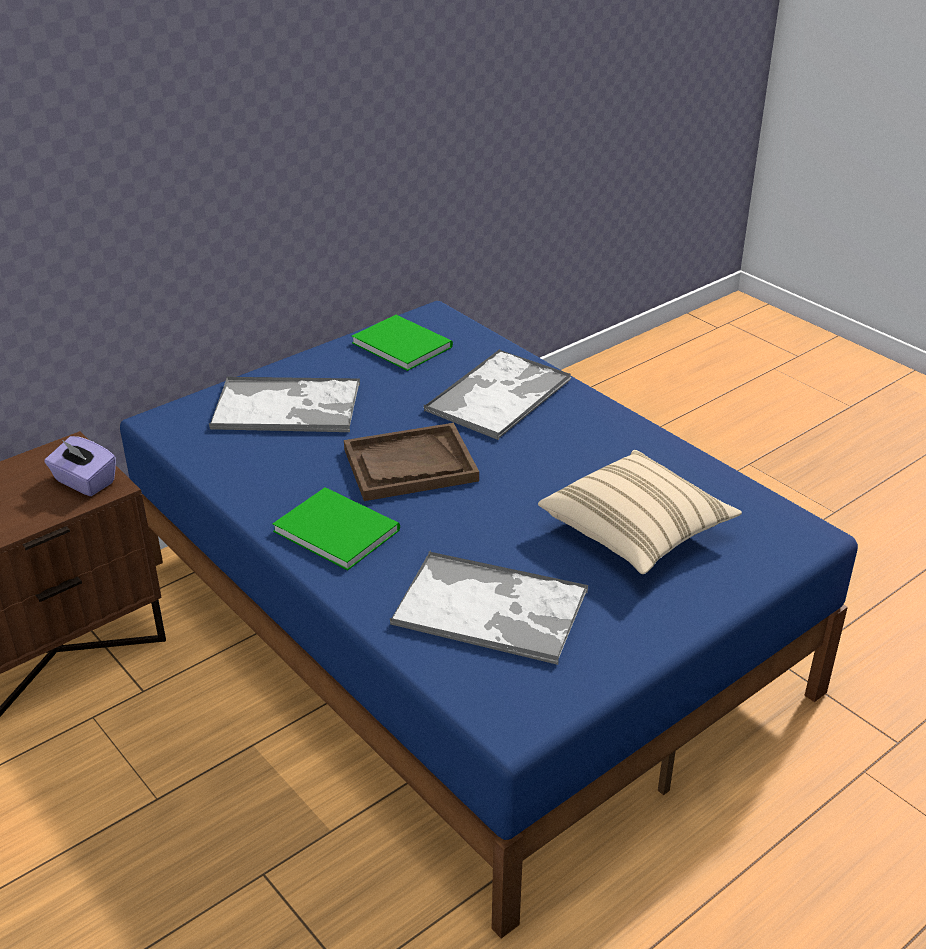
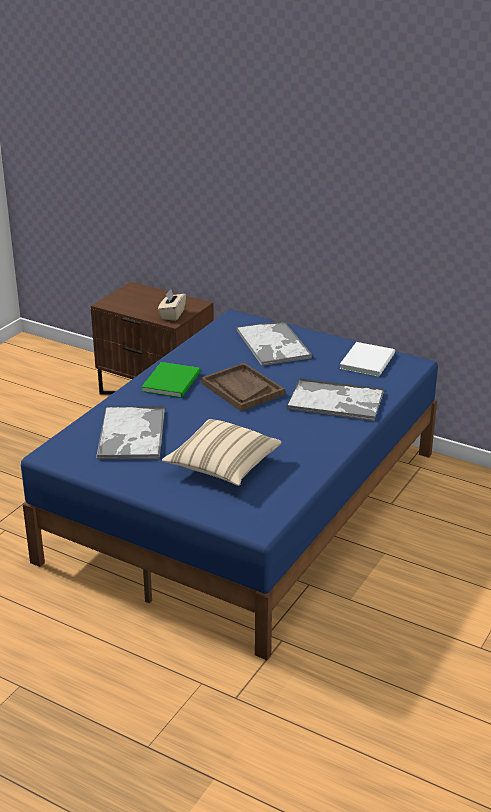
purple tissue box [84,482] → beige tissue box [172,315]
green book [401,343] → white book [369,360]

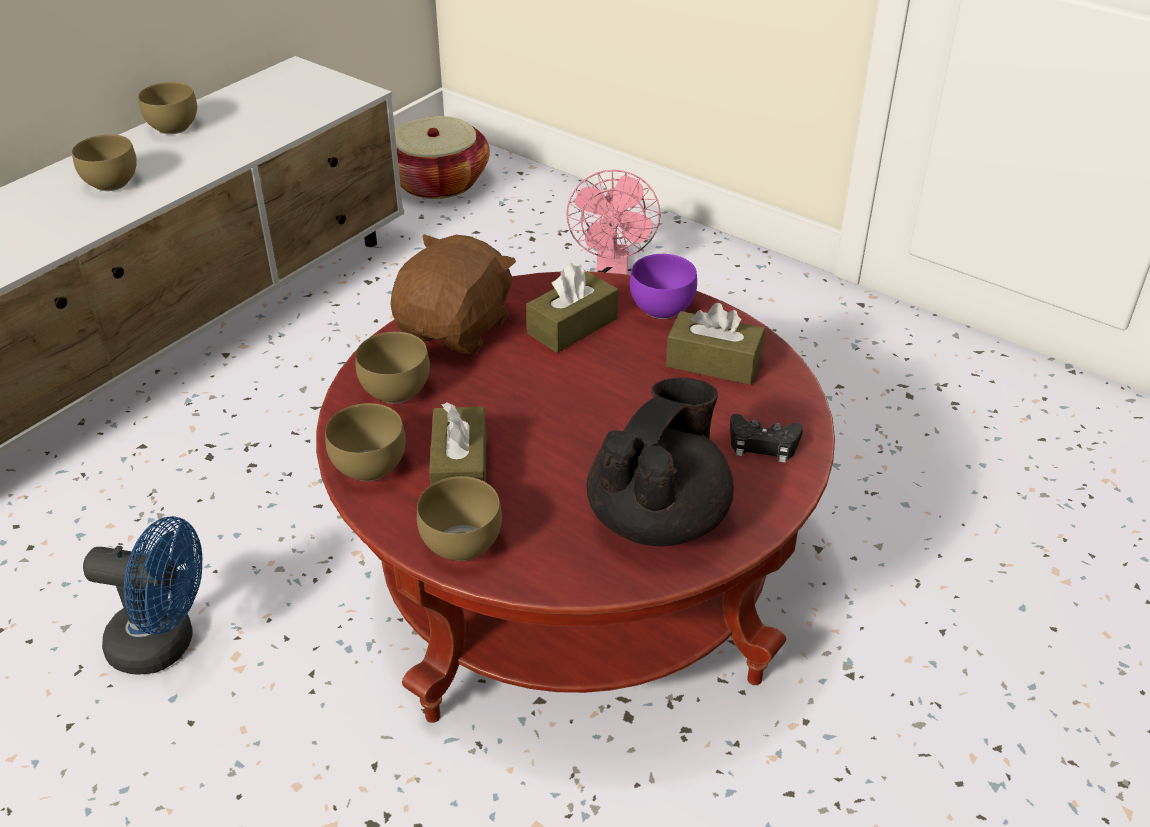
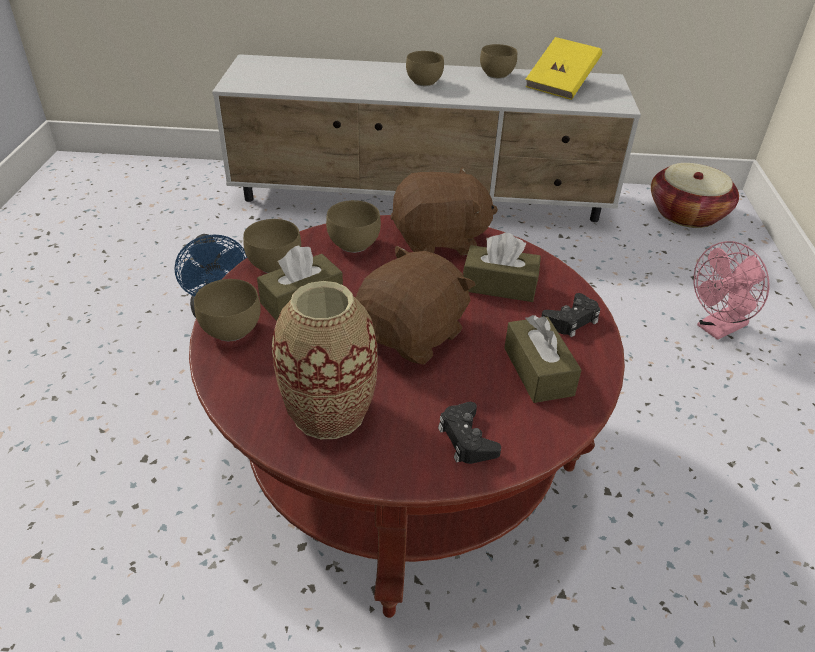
black teapot [659,517] → vase [329,412]
- → brown plush toy [412,335]
- → yellow book [560,85]
purple bowl [664,310] → black game controller [571,320]

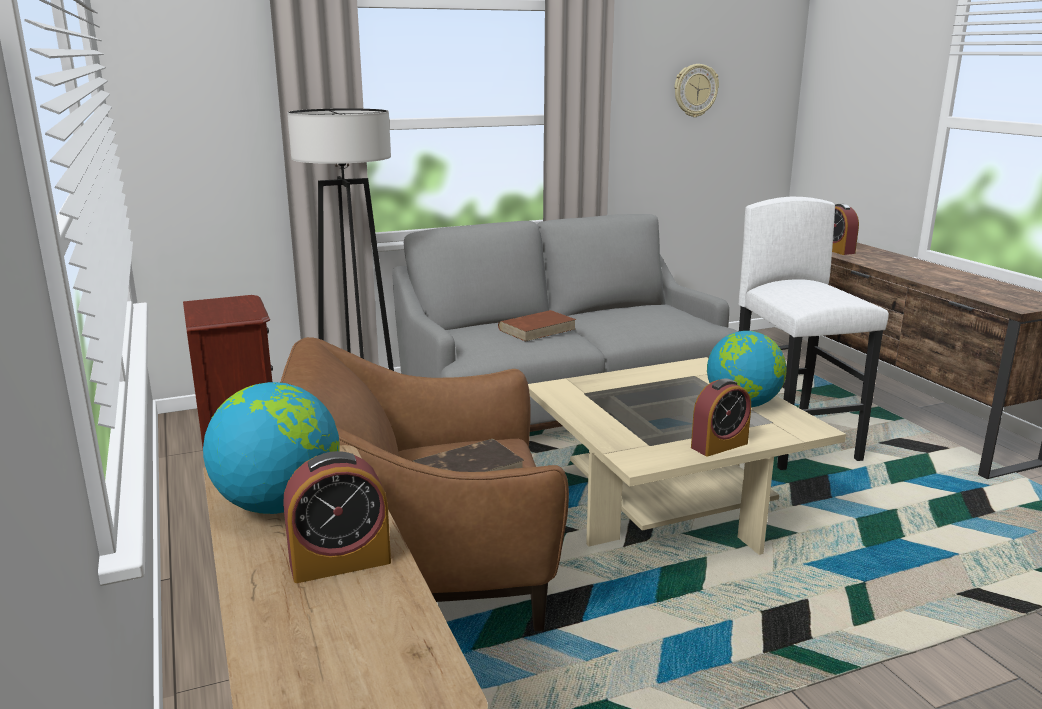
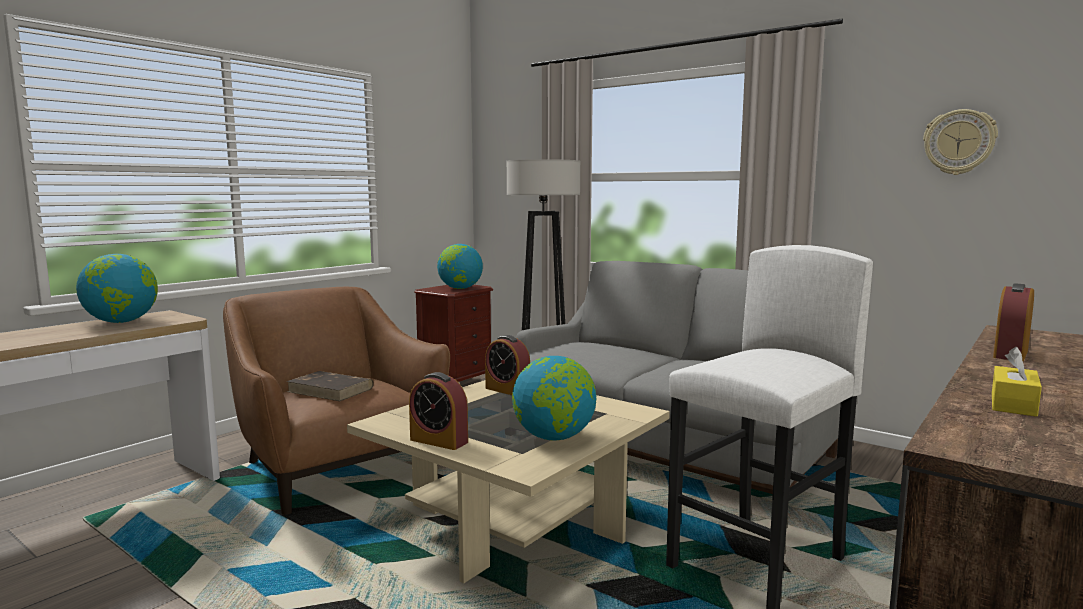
- → globe [460,288]
alarm clock [340,562] → alarm clock [507,390], shifted
- → yellow tissue box [1013,404]
brown book [537,329] → -

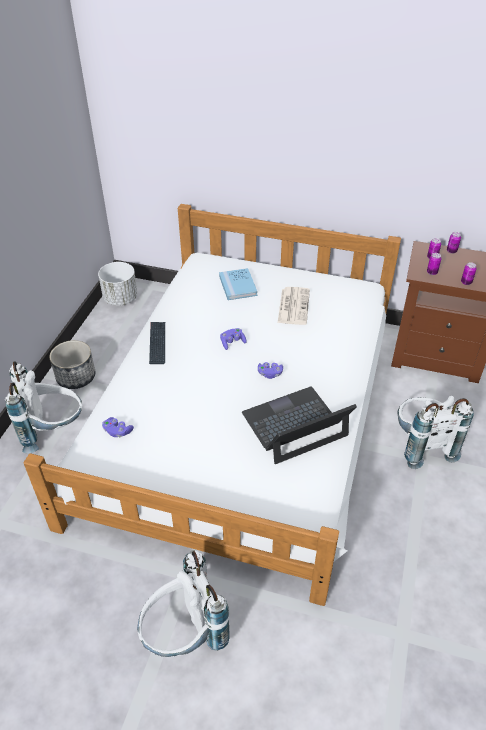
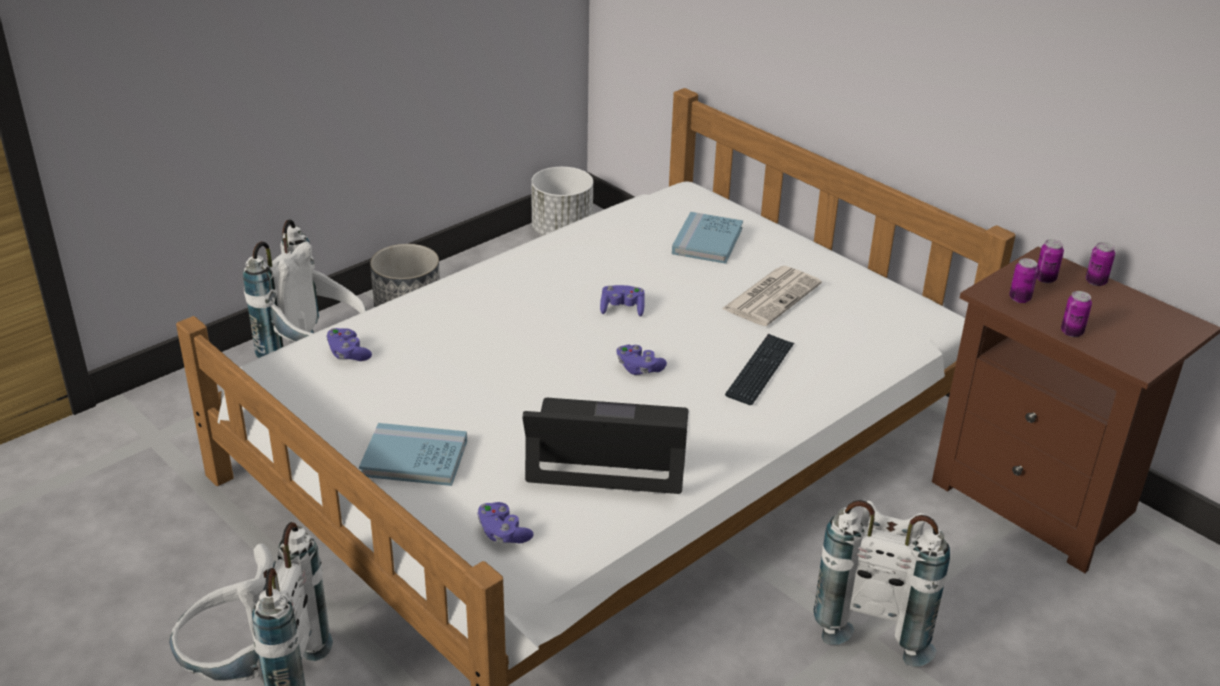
- → blue book [414,458]
- → purple game controller [503,533]
keyboard [157,343] → keyboard [760,370], shifted

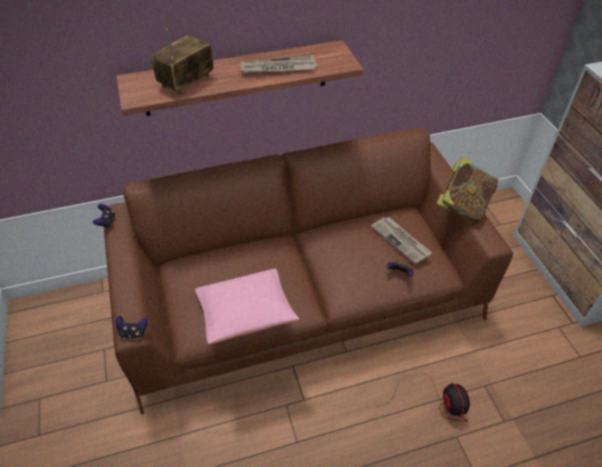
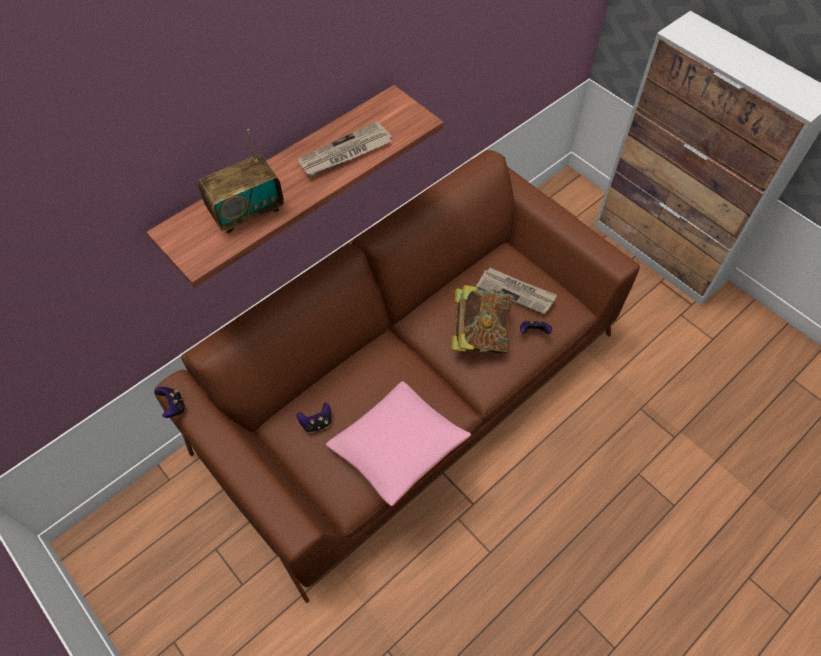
radio [186,82] → radio [247,212], 135 degrees counterclockwise
game controller [133,332] → game controller [316,423], shifted
book [463,206] → book [479,335], shifted
fan [435,401] → -

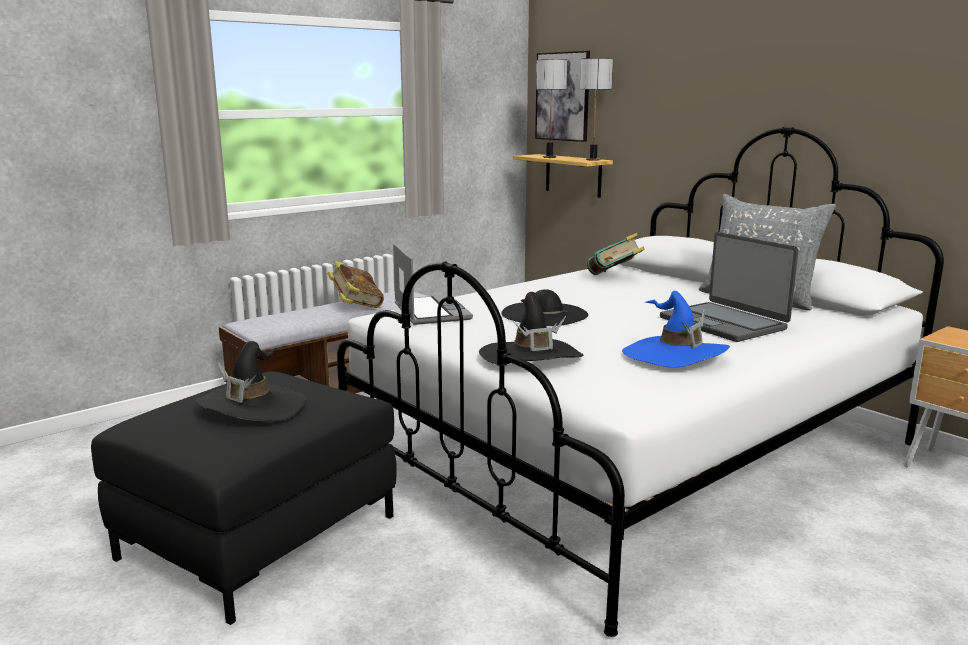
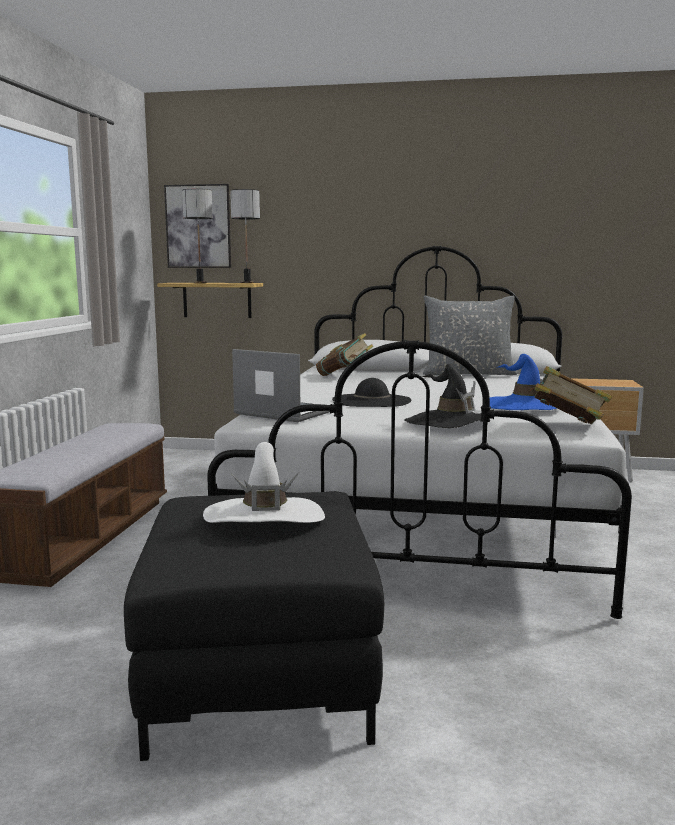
black hat [252,407] → white hat [264,518]
book [356,306] → book [566,426], shifted
laptop [723,323] → -

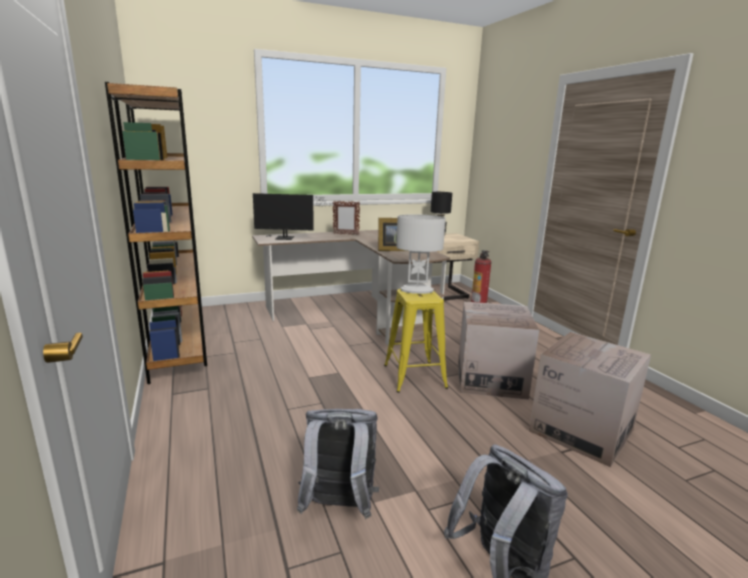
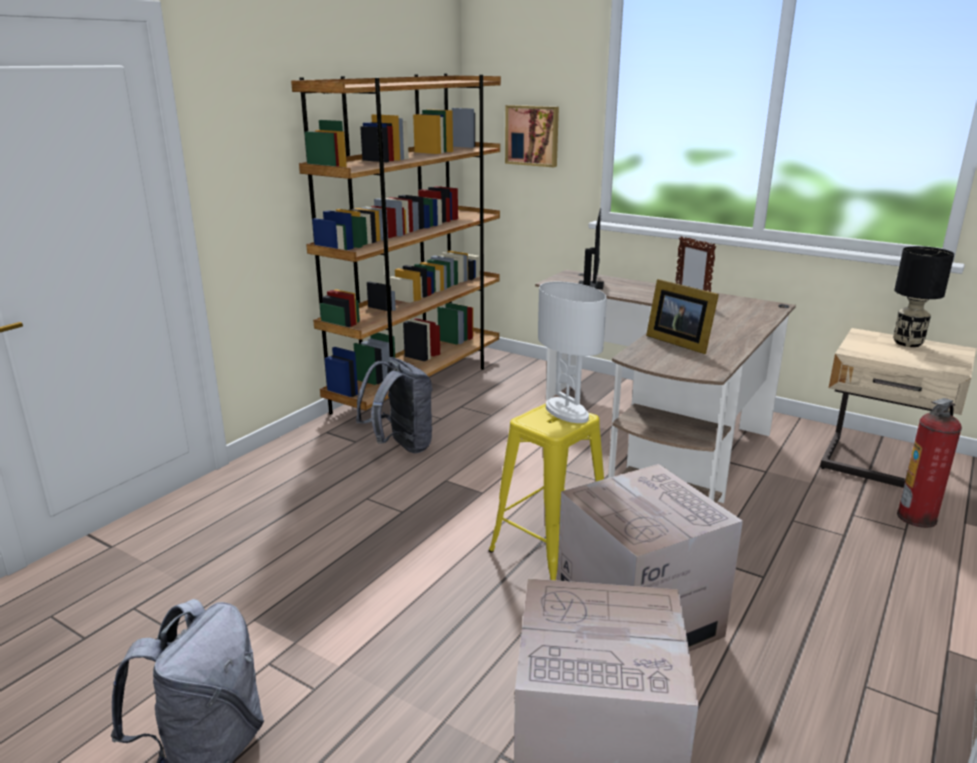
grey backpack [338,507] → grey backpack [400,446], shifted
- → picture [532,135]
monitor [287,238] → monitor [592,284], 135 degrees counterclockwise

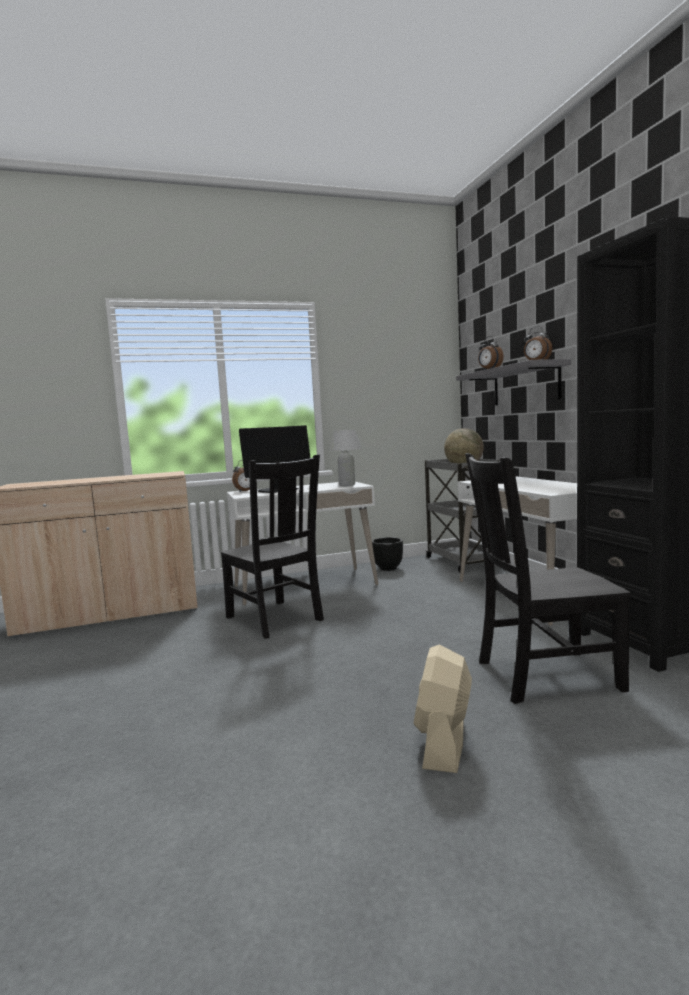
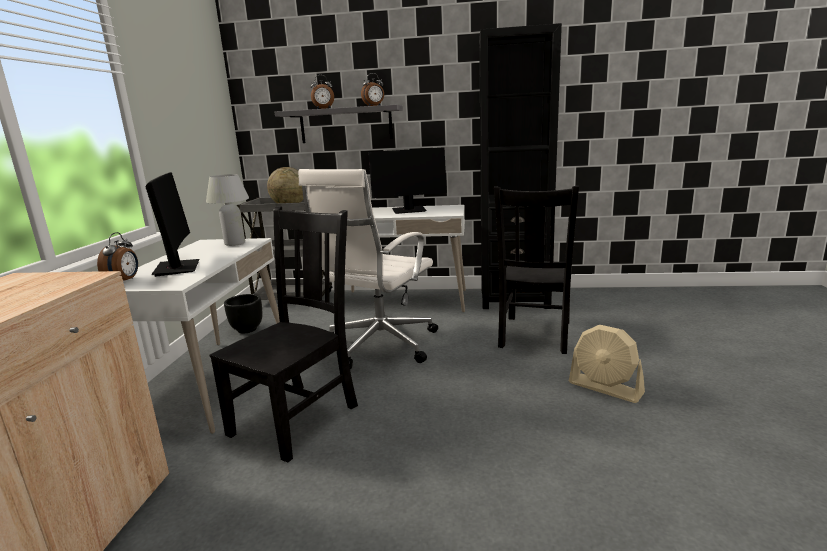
black chair [275,619] → black chair [298,417], 45 degrees counterclockwise
- → white office chair [379,345]
- → monitor [409,210]

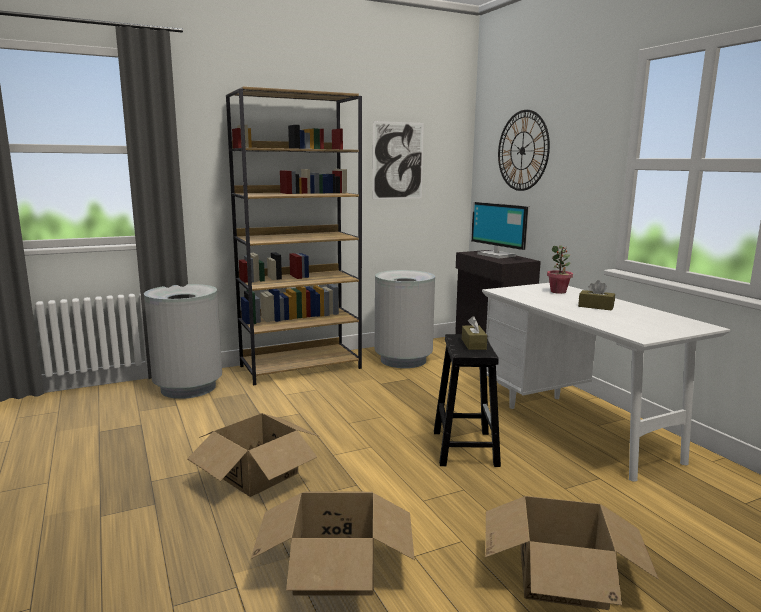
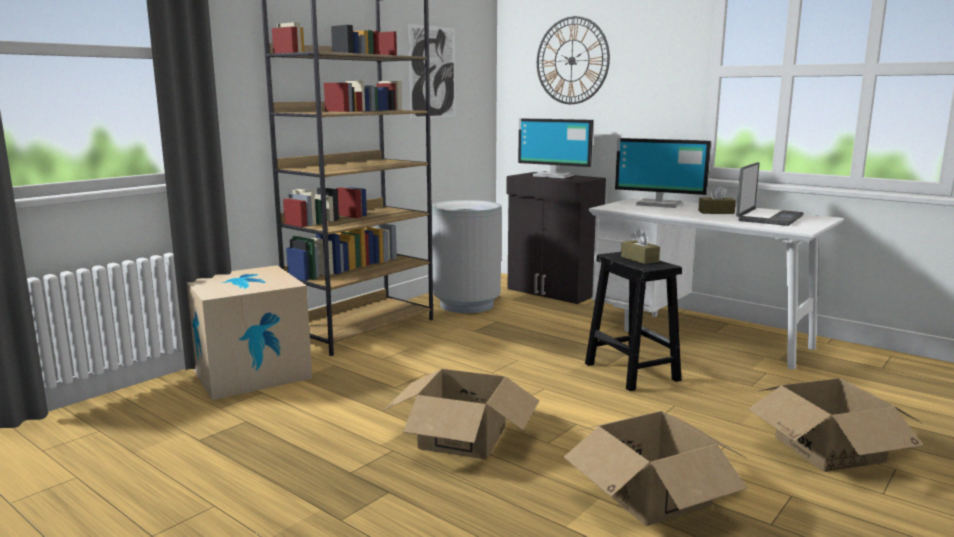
grey trash can [188,388] → cardboard box [250,372]
potted plant [558,292] → monitor [659,204]
- → laptop [768,218]

